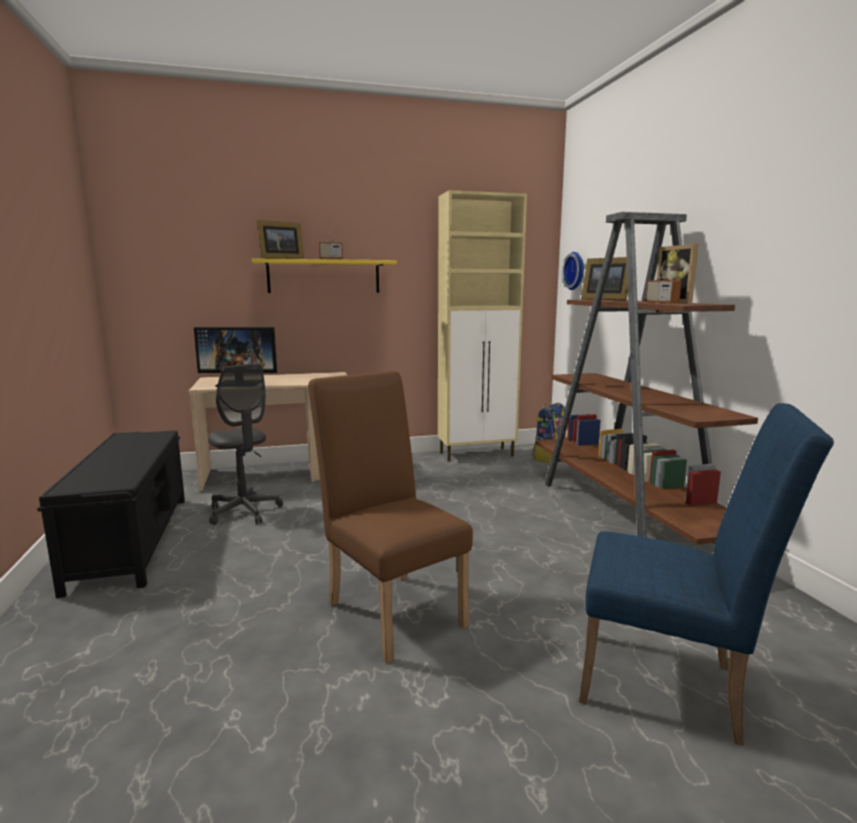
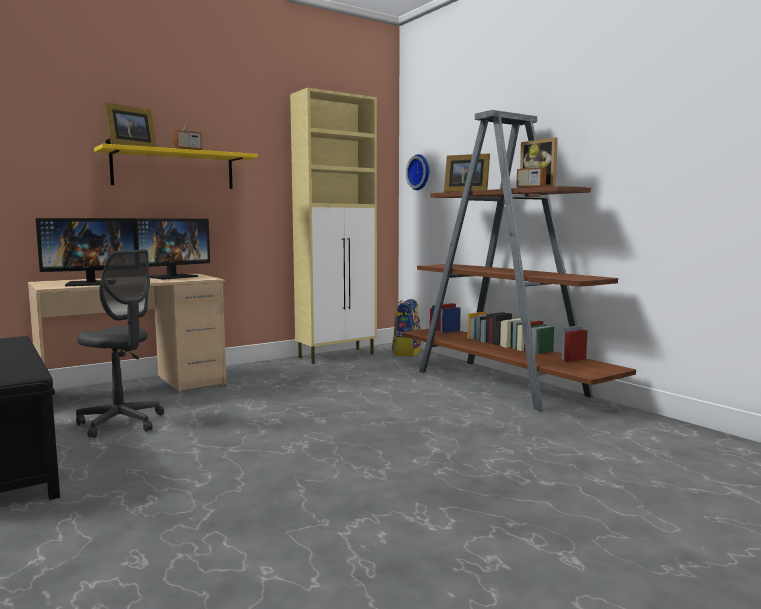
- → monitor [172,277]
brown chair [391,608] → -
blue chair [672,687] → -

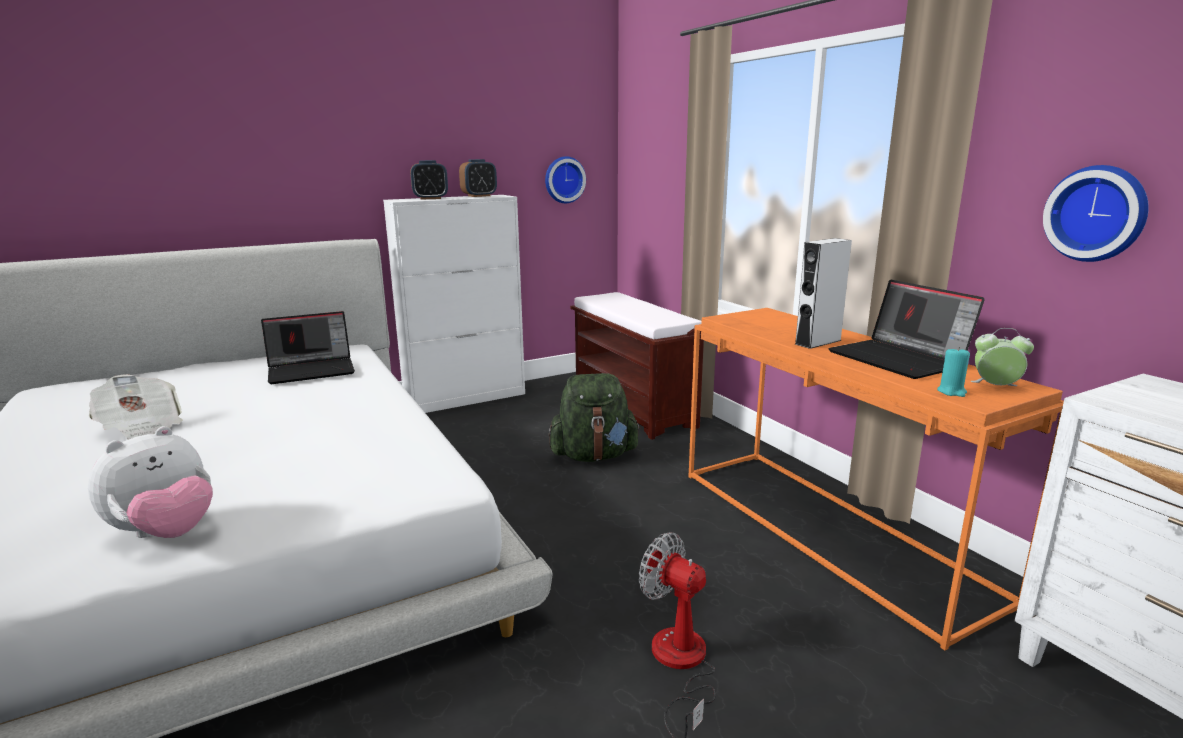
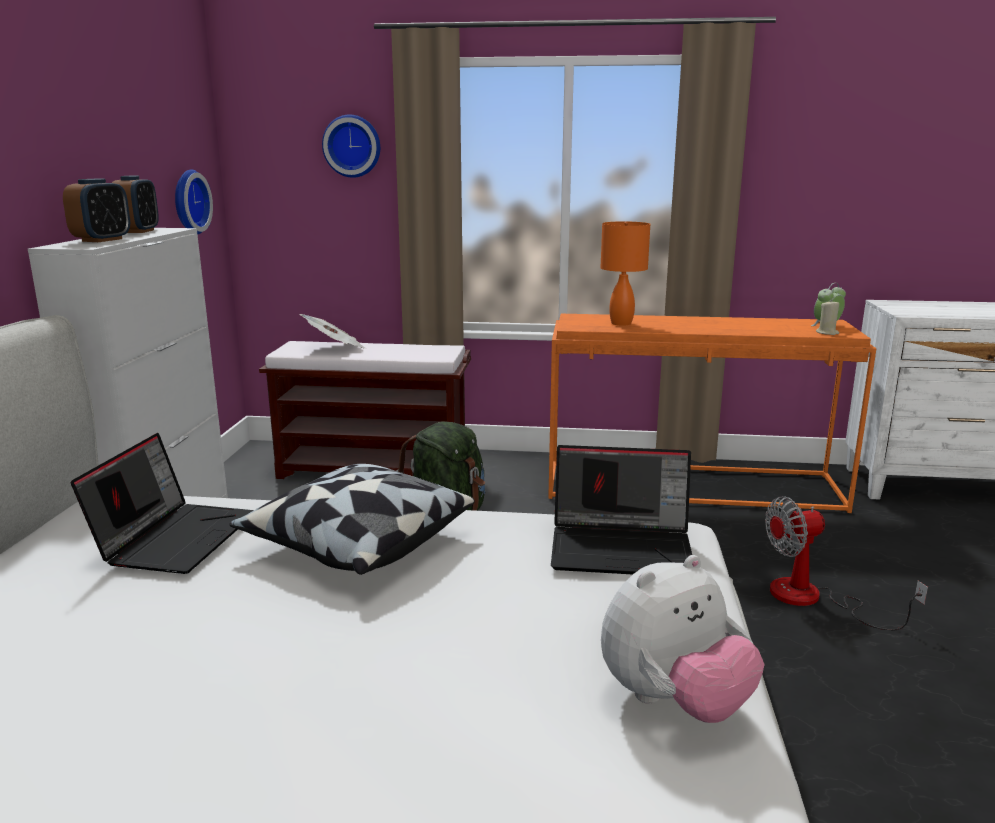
- → pillow [356,543]
newspaper [141,427] → newspaper [335,348], shifted
wall clock [1097,213] → wall clock [352,146], shifted
laptop [900,359] → laptop [623,547], shifted
- → orange table lamp [621,323]
plush toy [166,533] → plush toy [674,702], 75 degrees clockwise
turquoise candle [951,392] → beige candle [827,333]
grey speaker [818,342] → -

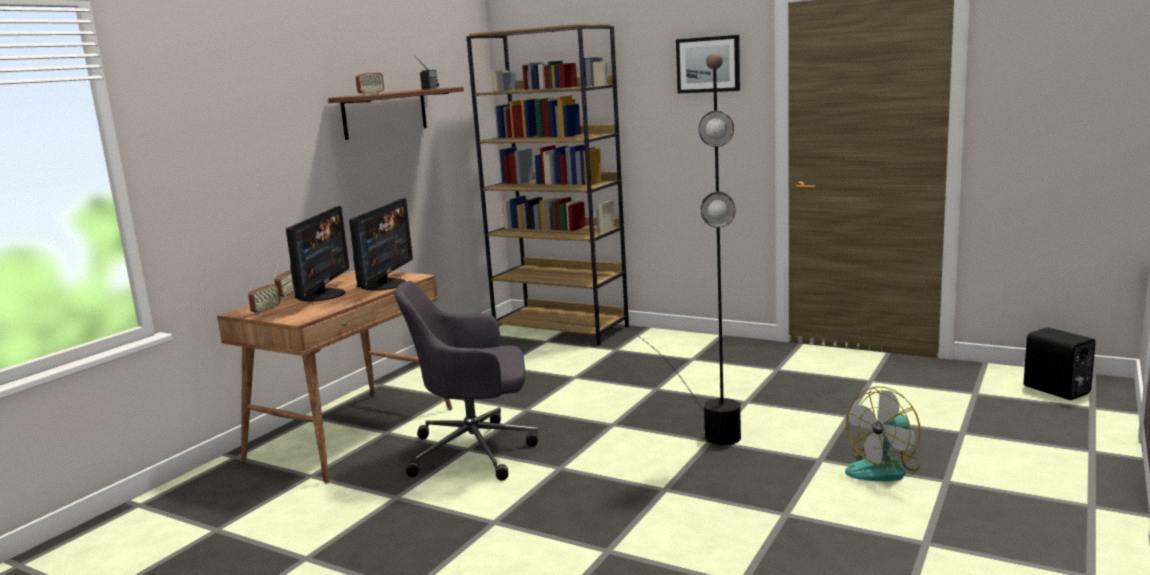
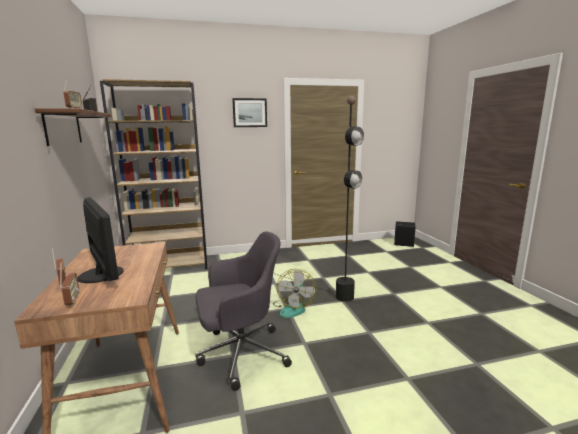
grey office chair [476,451] → grey office chair [240,354], 150 degrees counterclockwise
fan [884,468] → fan [293,308], shifted
monitor [385,284] → -

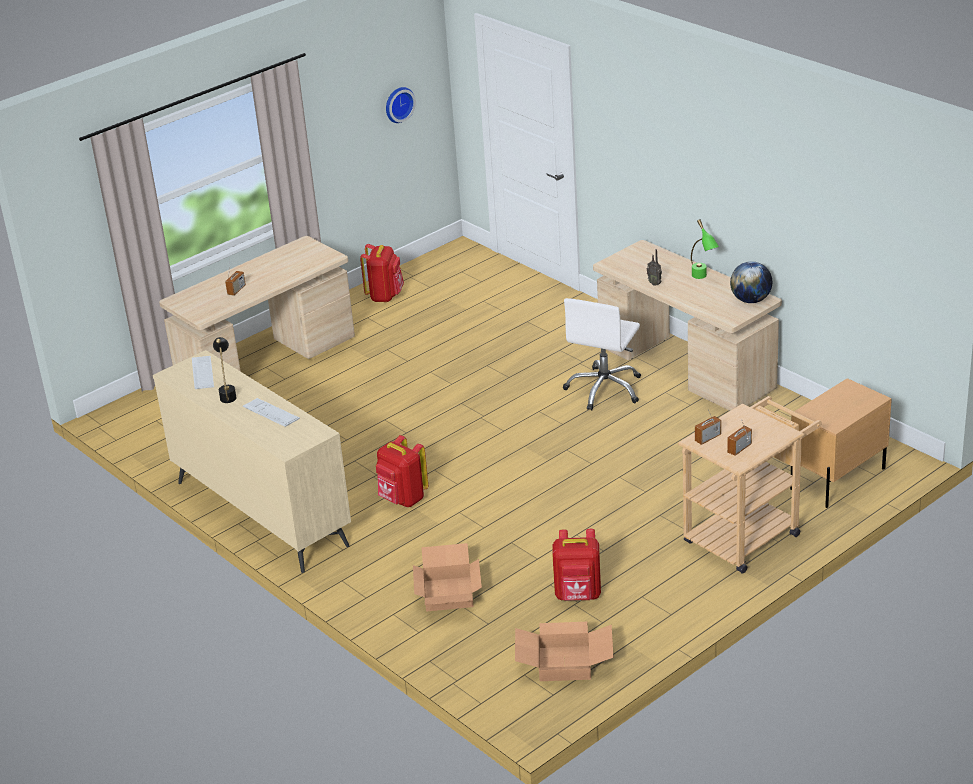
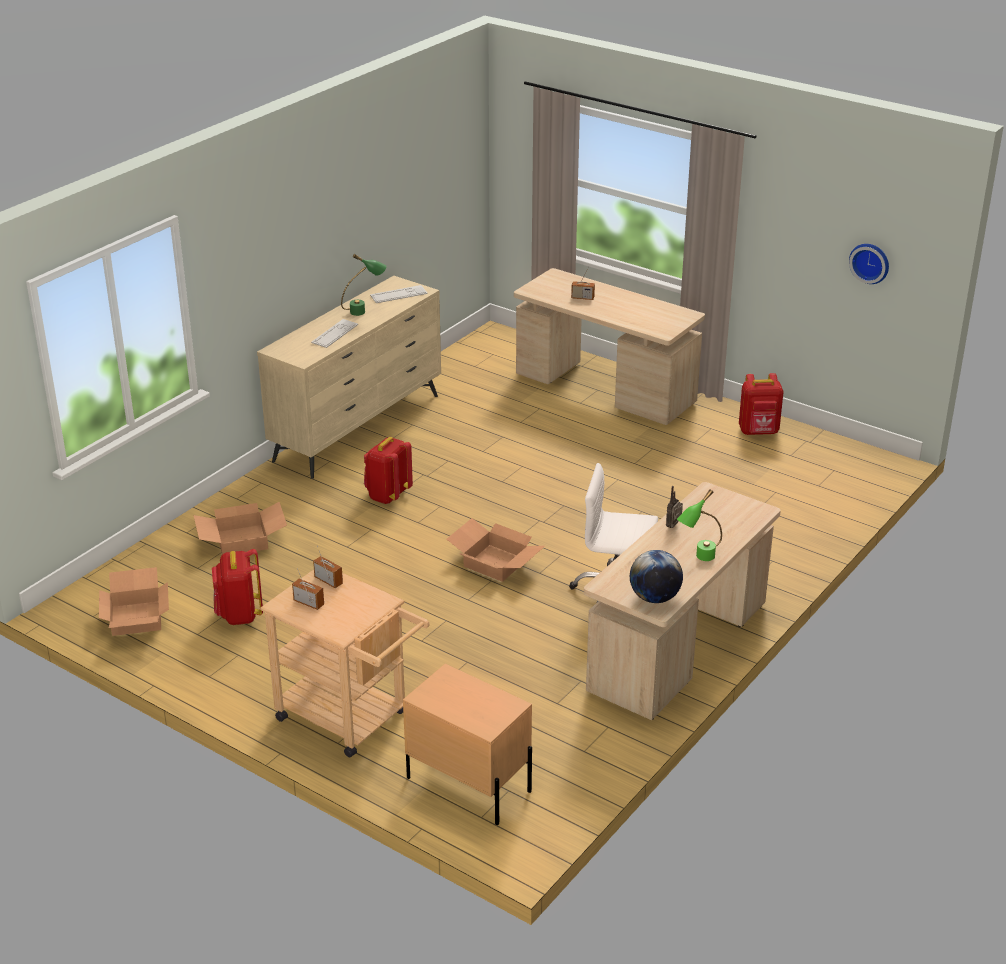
black table lamp [228,394] → green table lamp [364,311]
- → cardboard box [494,563]

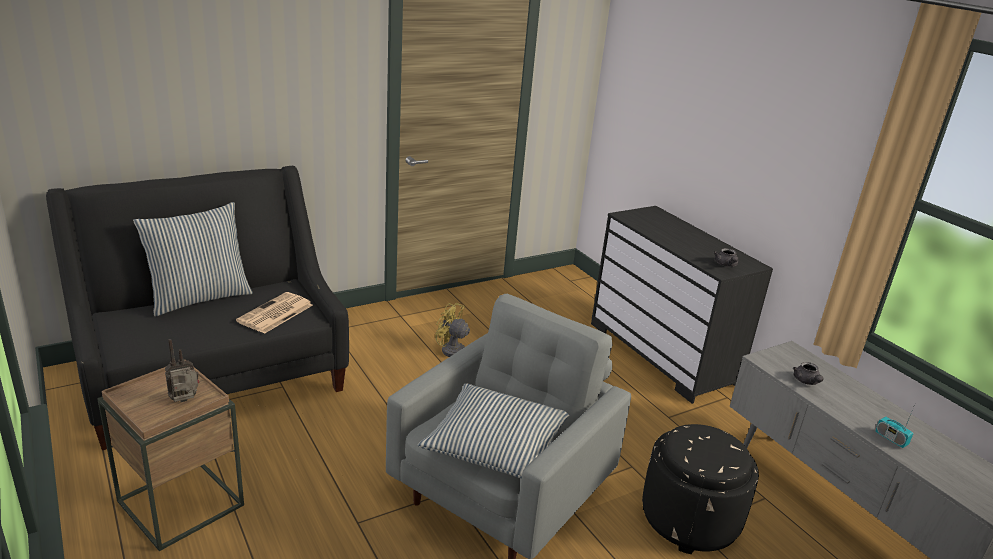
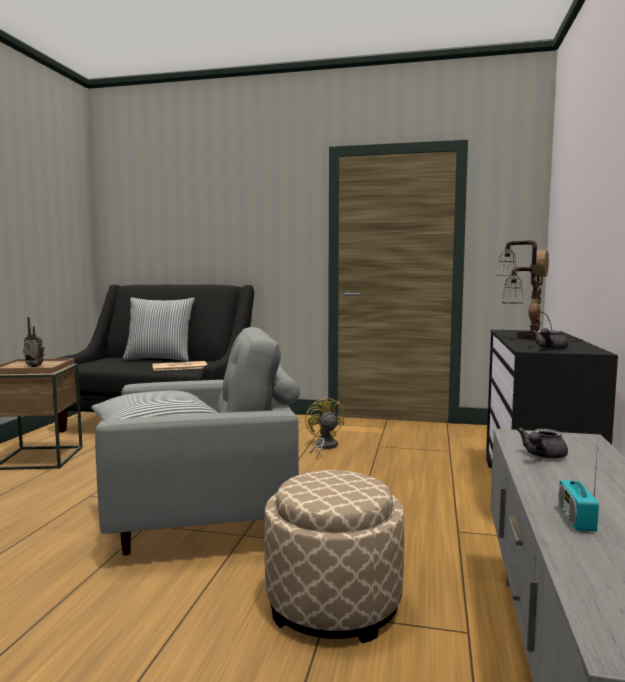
black ottoman [690,519] → beige ottoman [333,603]
- → table lamp [530,339]

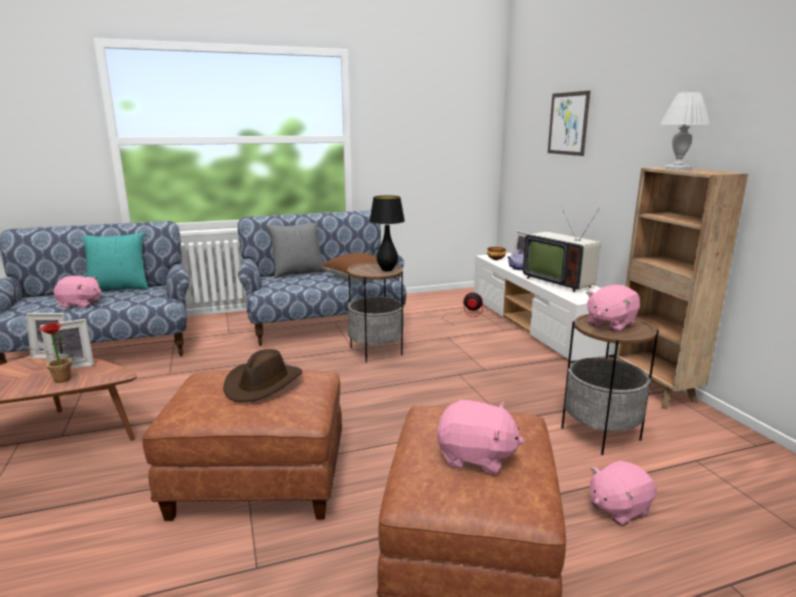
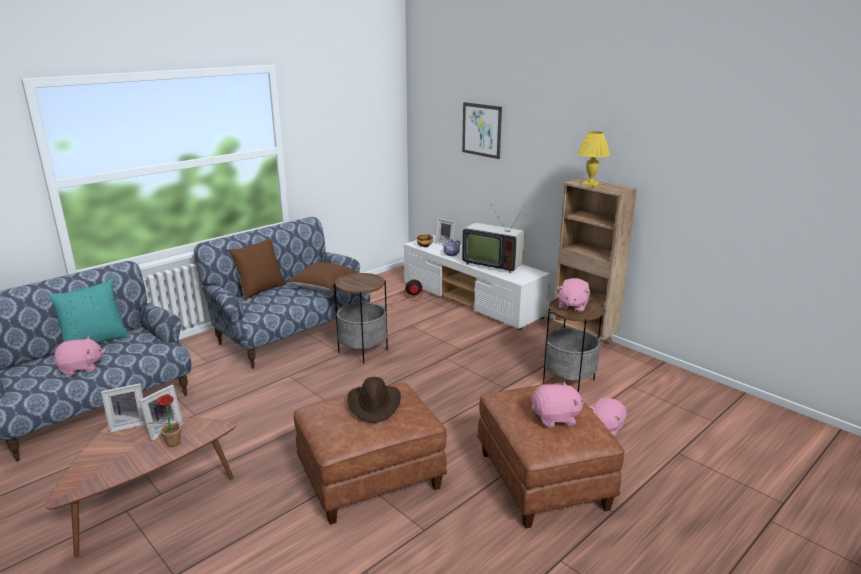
grey pillow [298,273] → brown pillow [260,290]
white table lamp [678,169] → yellow table lamp [591,184]
black table lamp [387,270] → -

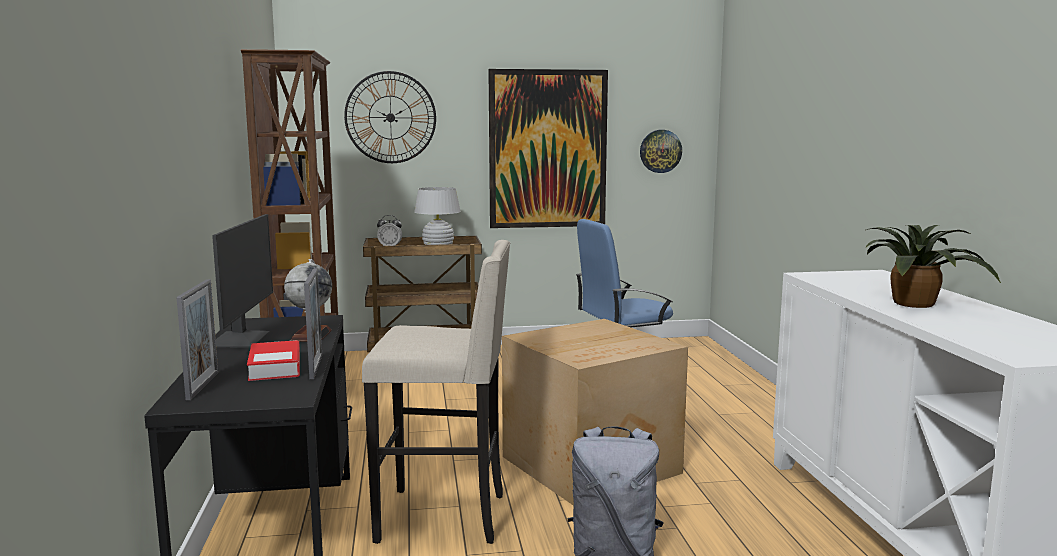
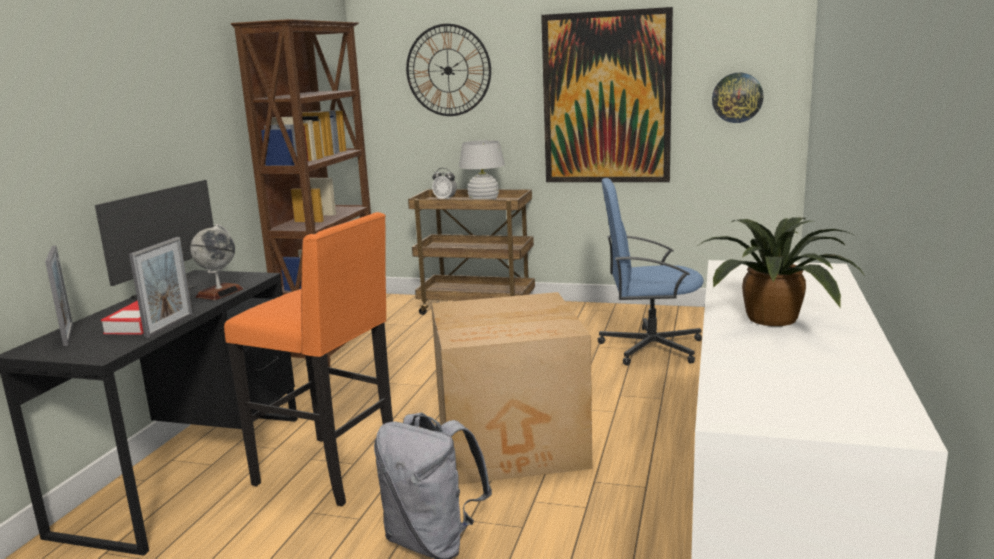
picture frame [202,386] → picture frame [68,335], 45 degrees counterclockwise
beige stool [445,517] → orange stool [331,472]

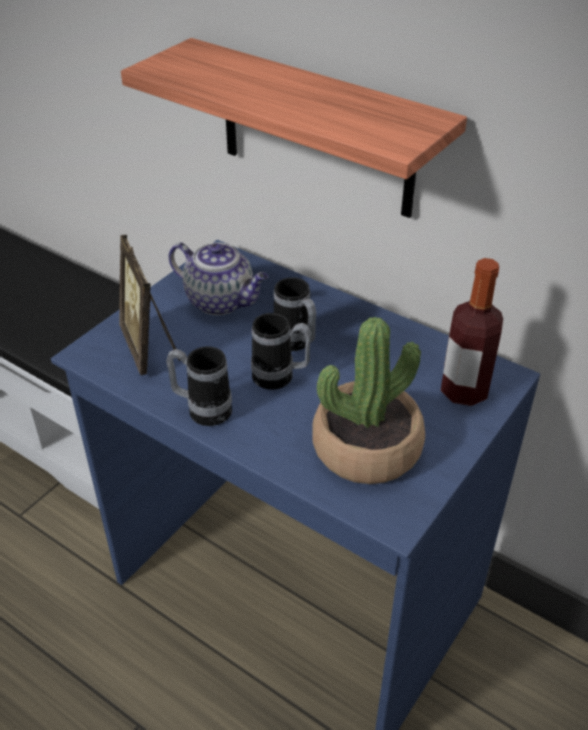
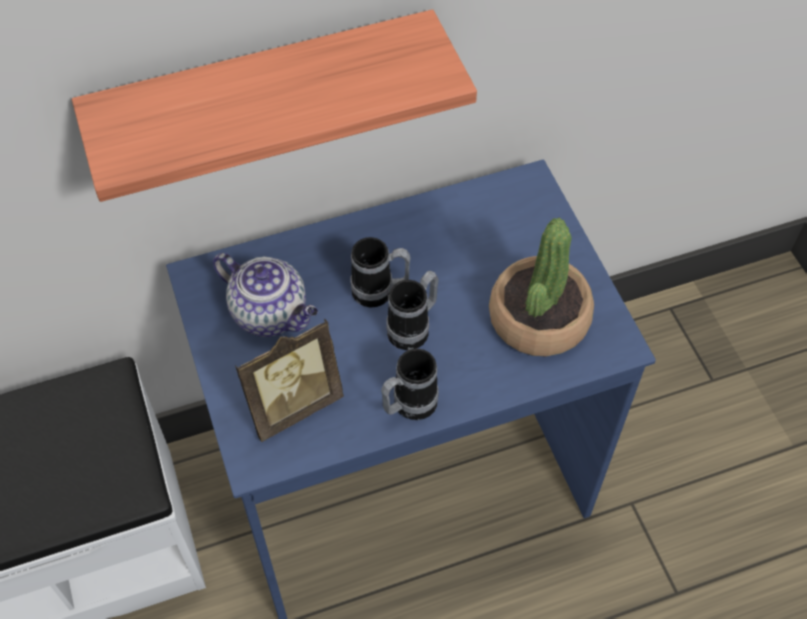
teapot [221,301] → teapot [271,313], 60 degrees clockwise
picture frame [151,348] → picture frame [292,404], 45 degrees counterclockwise
bottle [464,391] → -

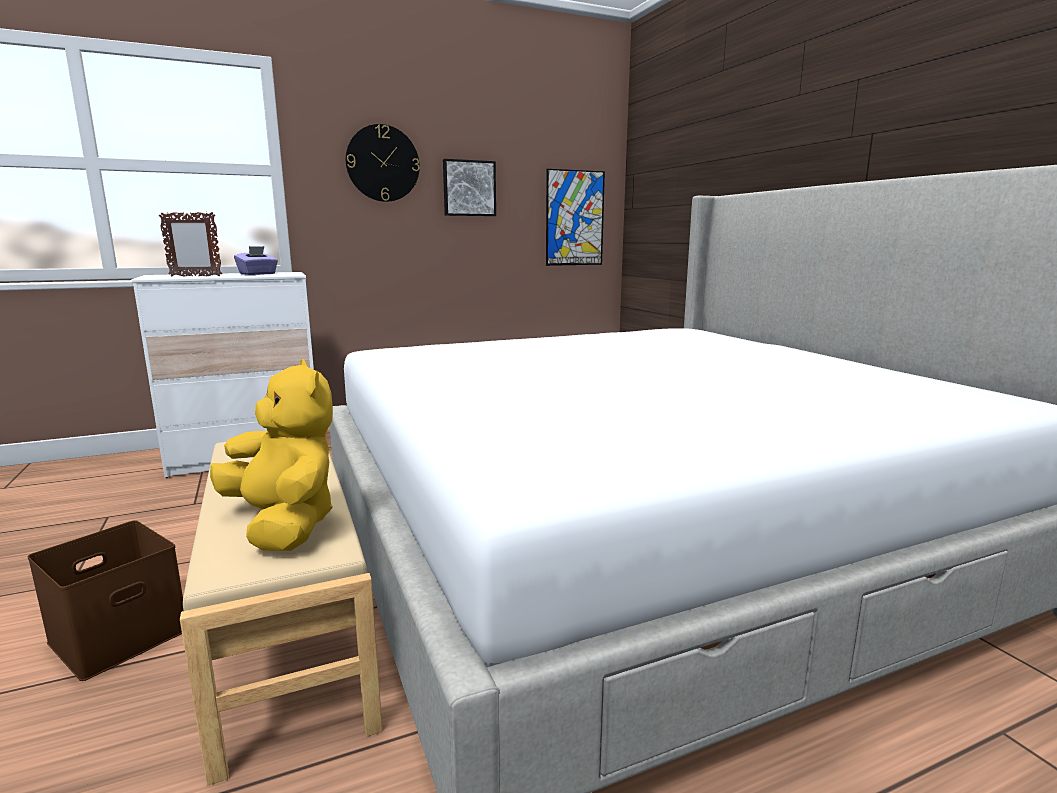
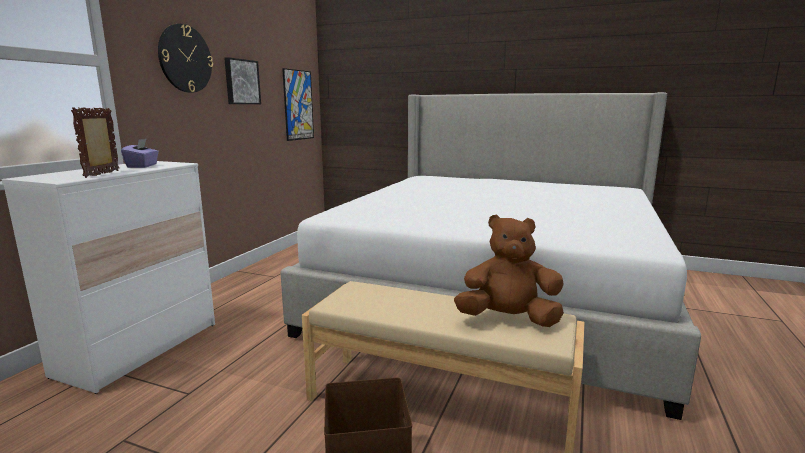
picture frame [195,276] → picture frame [103,174], 150 degrees clockwise
yellow plush toy [284,524] → brown plush toy [508,319]

